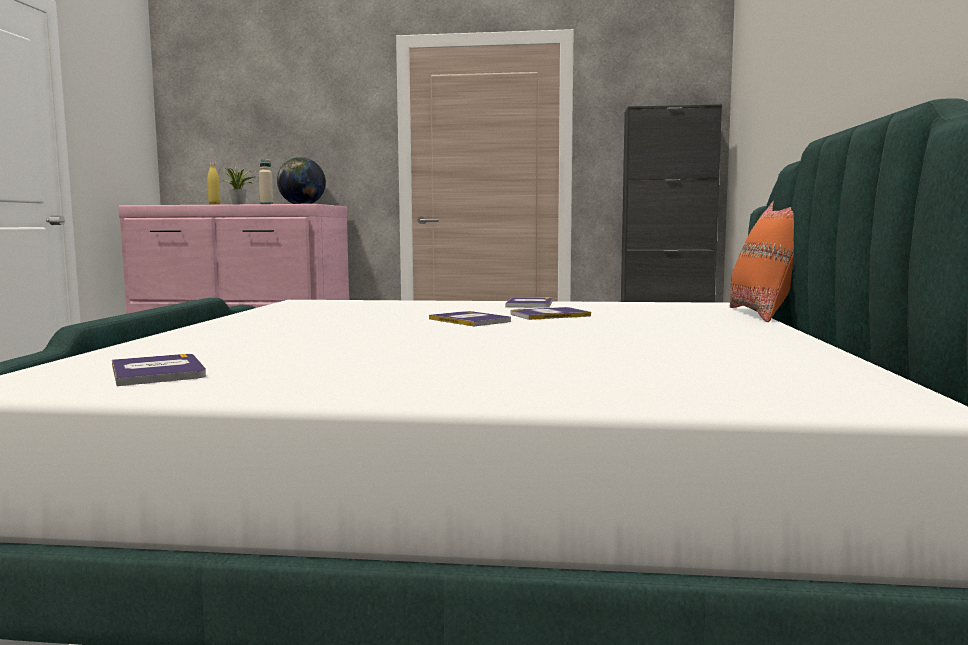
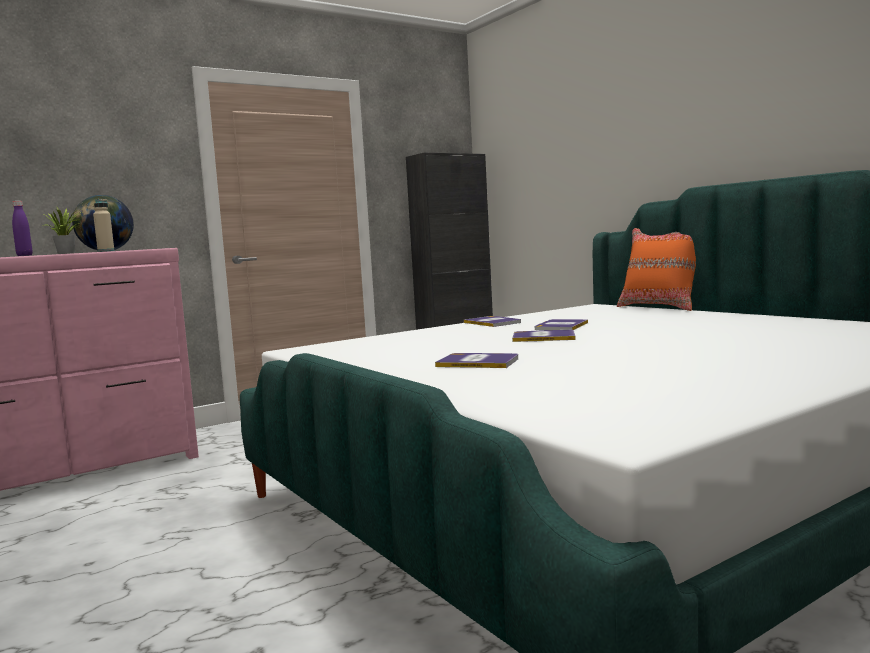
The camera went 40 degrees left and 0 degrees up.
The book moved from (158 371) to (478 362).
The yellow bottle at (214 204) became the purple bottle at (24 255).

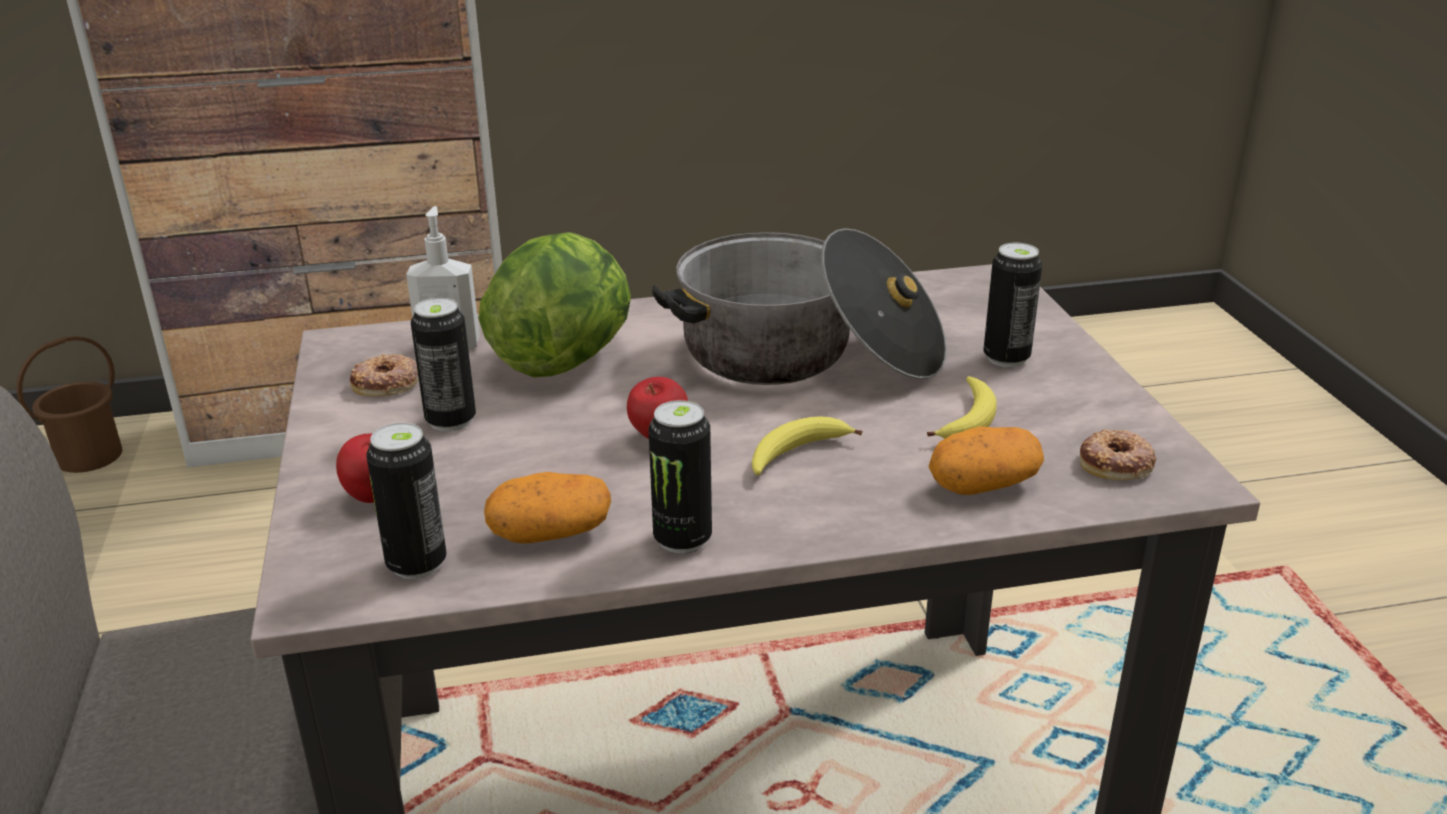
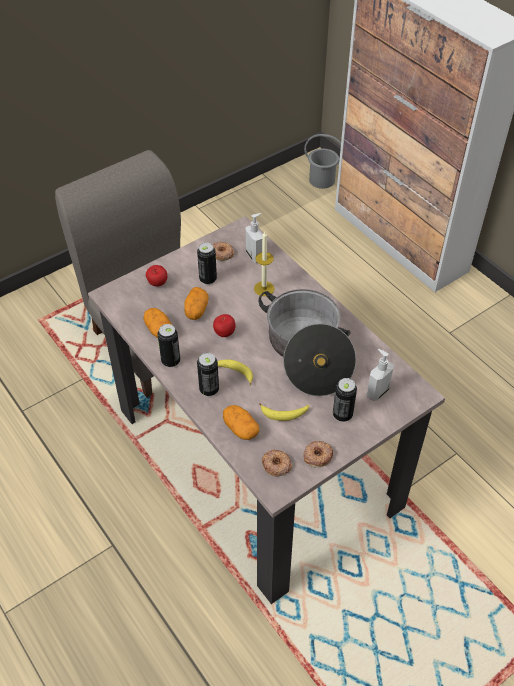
The camera went 65 degrees right and 20 degrees up.
The potato at (196 310) appeared.
The donut at (317 455) appeared.
The soap dispenser at (377 392) appeared.
The can moved from (417 564) to (209 389).
The lettuce at (565 359) was replaced by the candle at (264 288).
The brown bucket at (88 456) became the grey bucket at (321 180).

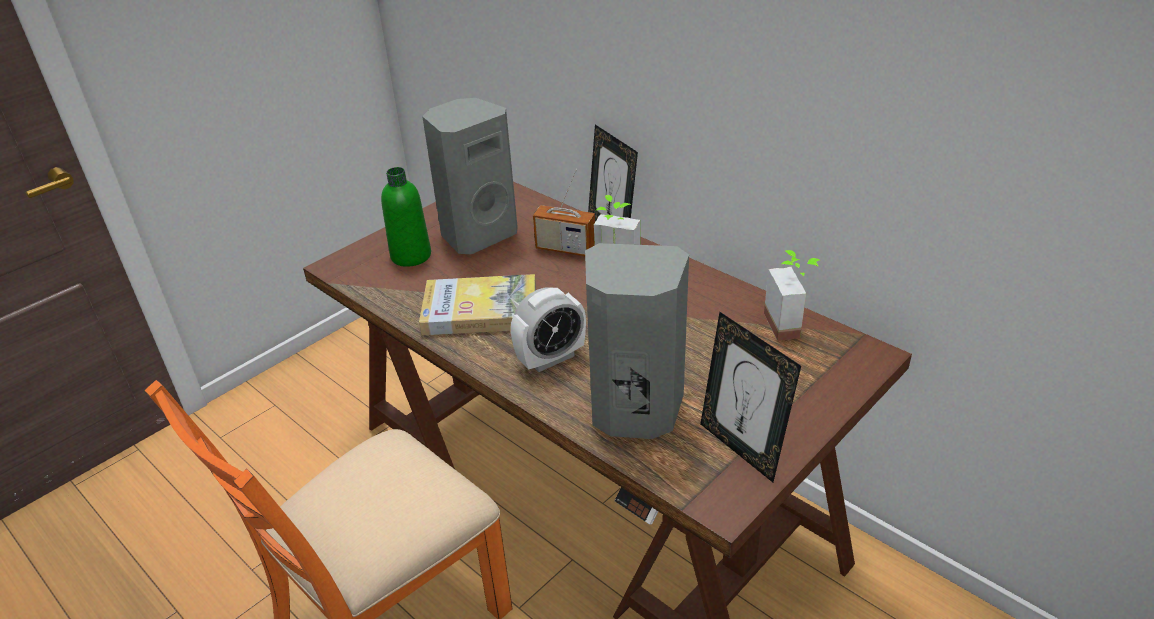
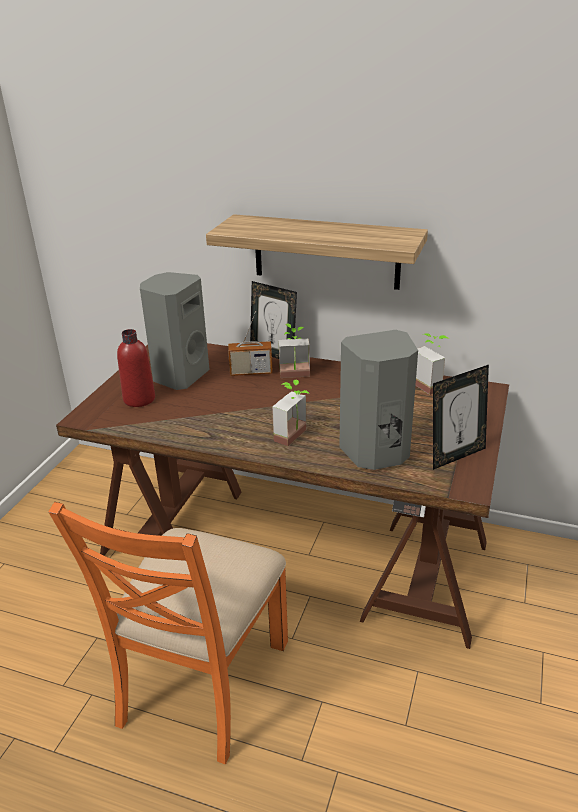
The camera went 25 degrees left and 5 degrees down.
The book at (480 310) disappeared.
The shelf at (326 252) appeared.
The alarm clock at (551 358) was replaced by the potted plant at (296 437).
The green bottle at (411 256) became the red bottle at (139 399).
The picture frame at (741 448) turned 60 degrees counterclockwise.

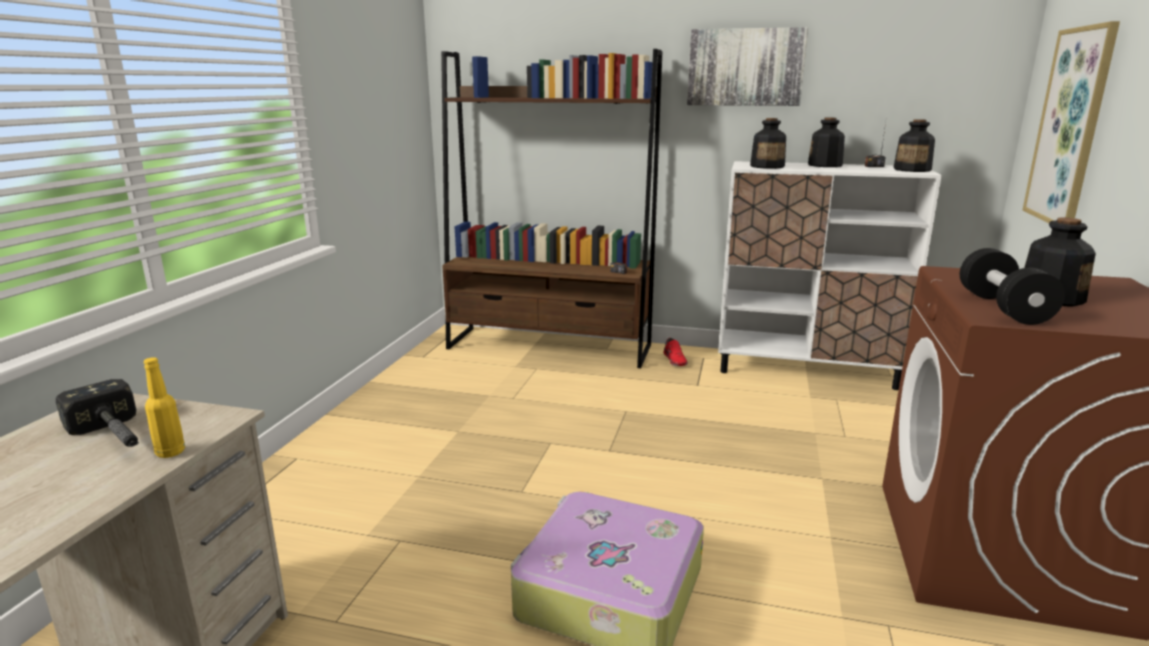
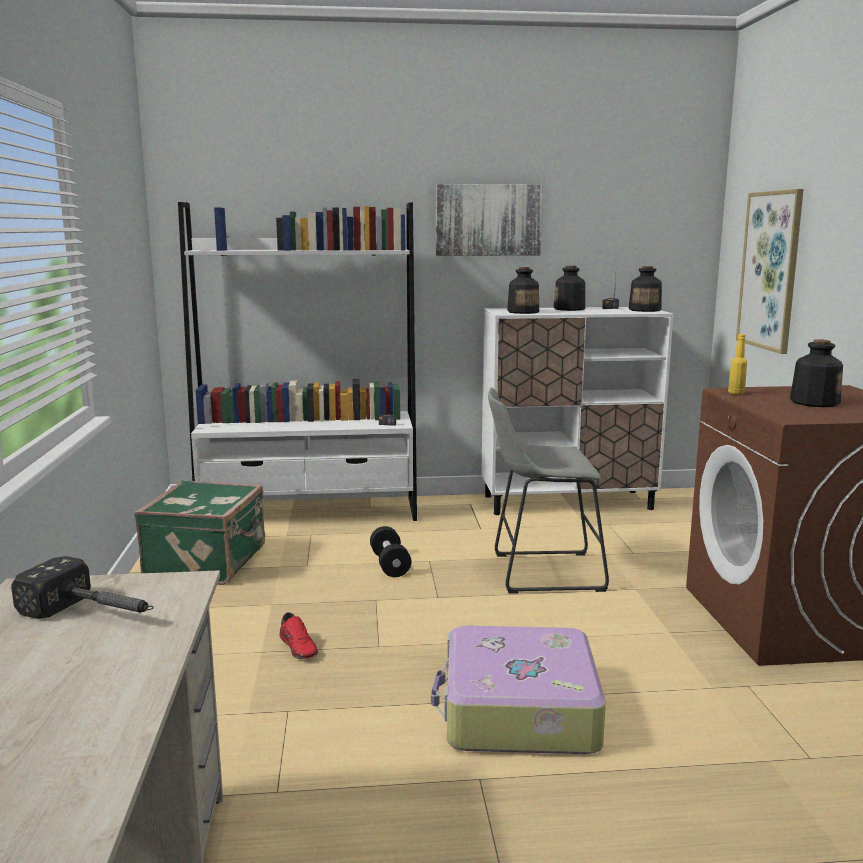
The camera went 20 degrees left and 5 degrees down.
The green suitcase at (208 563) appeared.
The grey stool at (540 572) appeared.
The yellow bottle moved from (170 452) to (736 393).
The red shoe moved from (675 360) to (299 647).
The black dumbbell moved from (1003 308) to (390 564).
The brown bookcase at (549 347) became the white bookcase at (310 512).

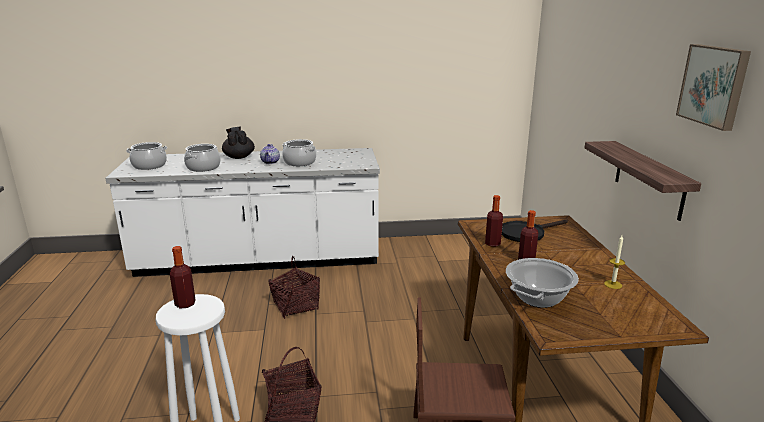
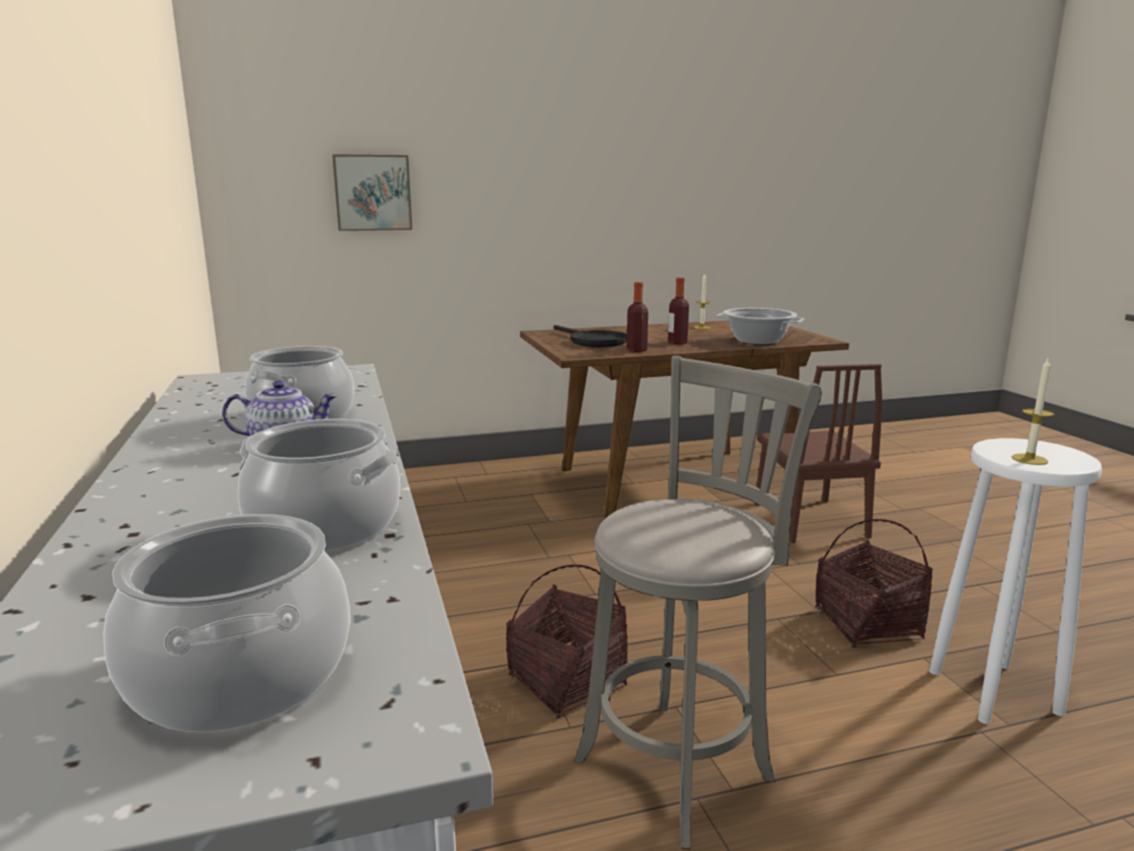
The camera went 100 degrees left and 5 degrees down.
The black teapot at (239 157) disappeared.
The shelf at (649 179) disappeared.
The grey stool at (680 764) appeared.
The picture moved from (714 85) to (372 193).
The bottle at (185 304) was replaced by the candle at (1029 459).

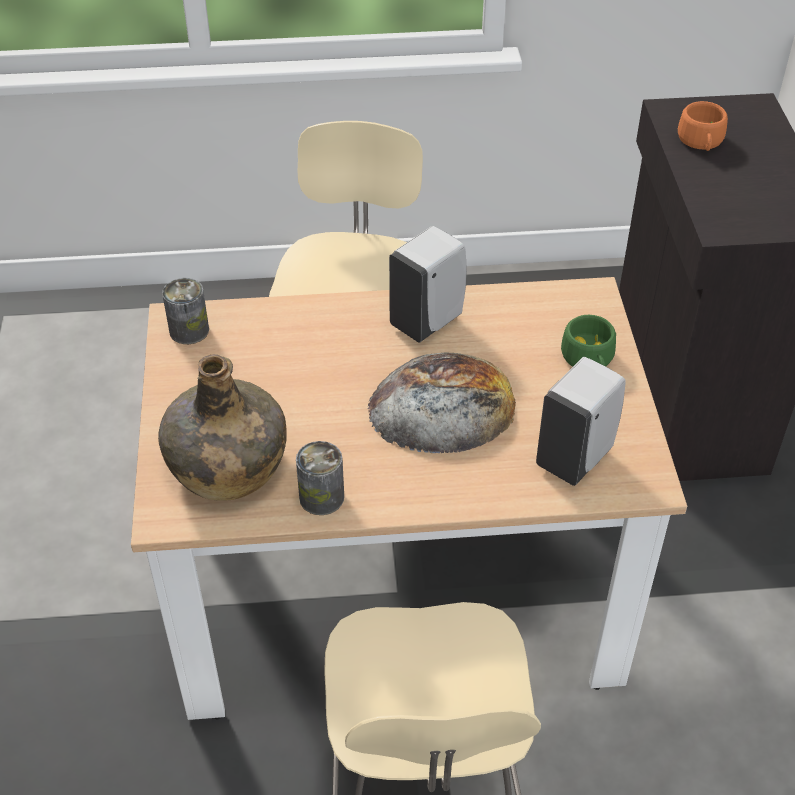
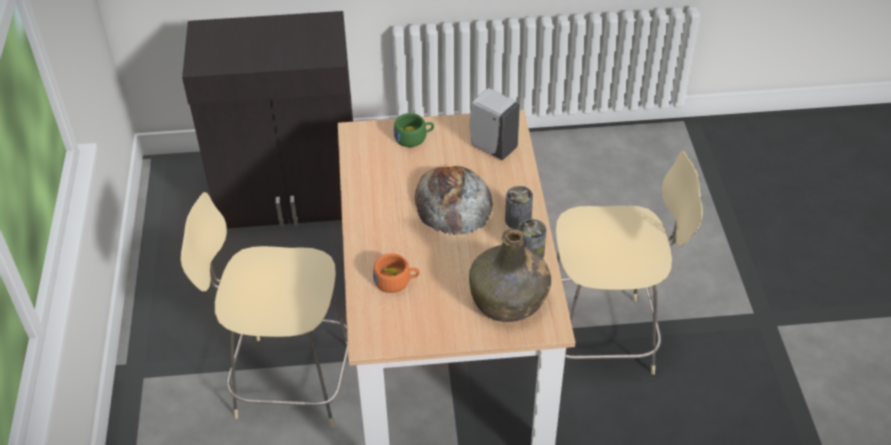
The camera went 90 degrees left and 0 degrees up.
The white soap dispenser at (428 320) disappeared.
The can moved from (189 330) to (518 220).
The orange cup moved from (701 142) to (396 281).

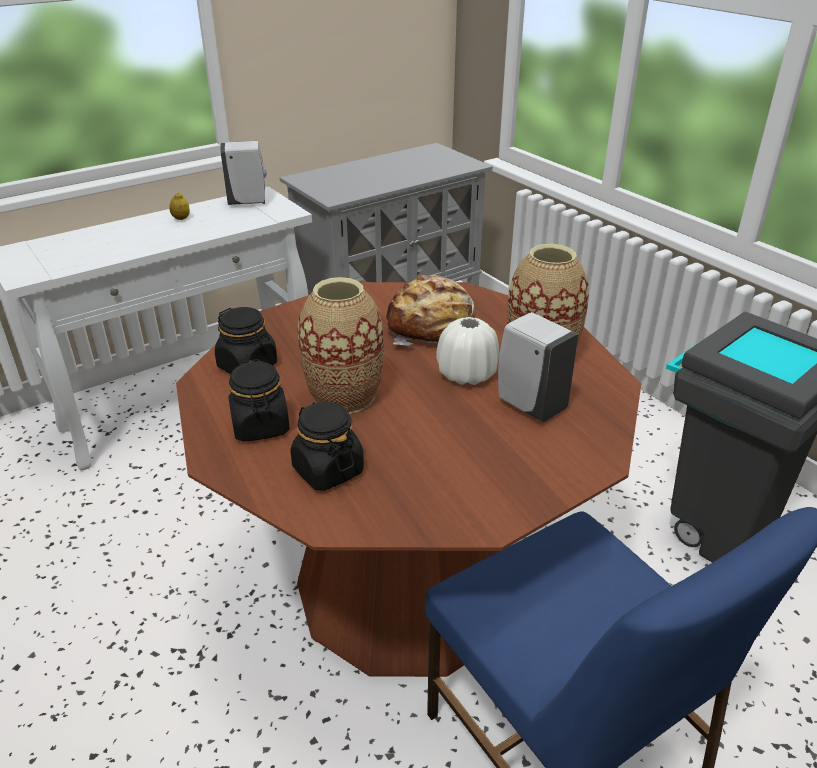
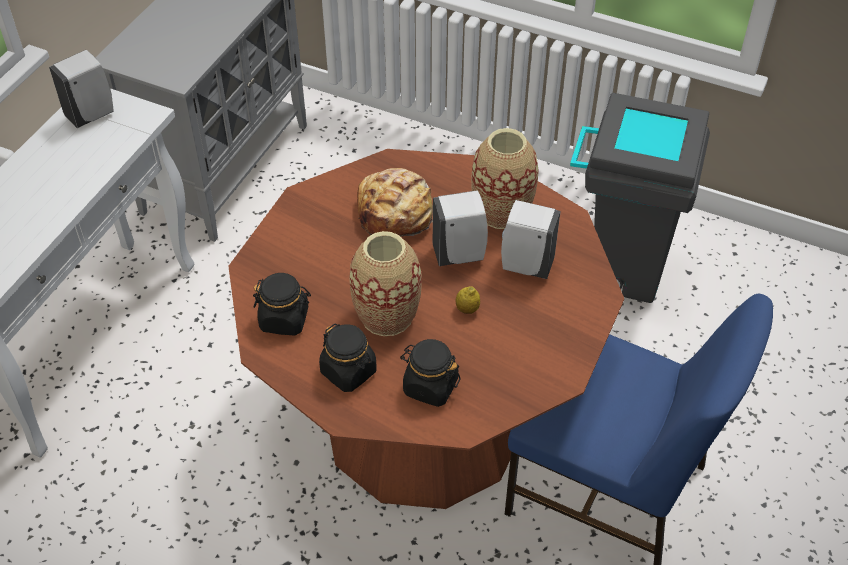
The camera went 30 degrees left and 15 degrees up.
The lemon moved from (181 219) to (467 309).
The white vase at (466 374) was replaced by the white soap dispenser at (460 254).

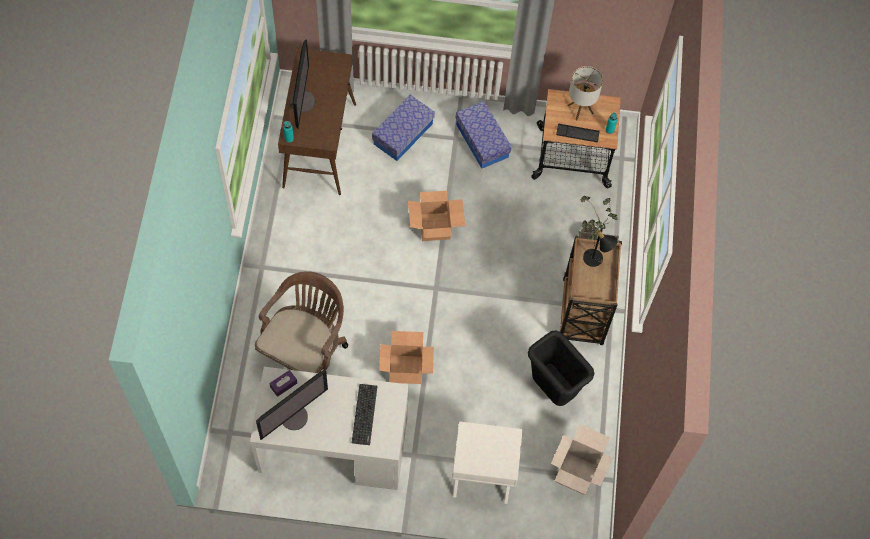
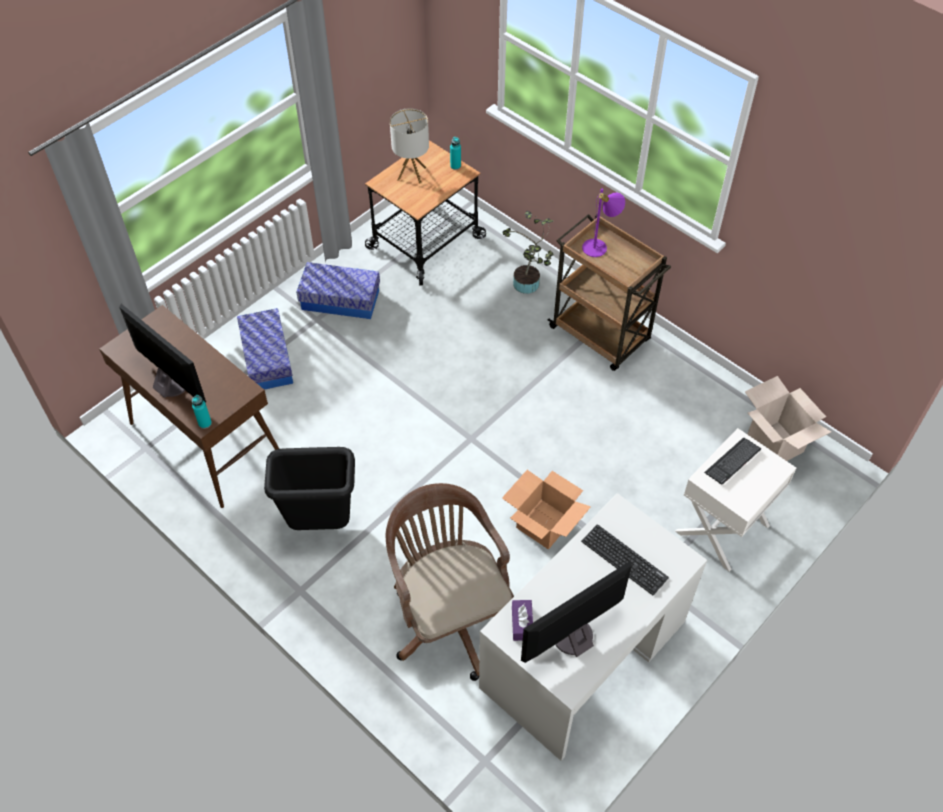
The camera went 50 degrees left and 10 degrees down.
The cardboard box at (434 226) disappeared.
The black trash can moved from (553 389) to (321 523).
The keyboard moved from (577 133) to (732 461).
The black table lamp at (596 260) became the purple table lamp at (599 247).
The monitor at (294 416) turned 120 degrees counterclockwise.

